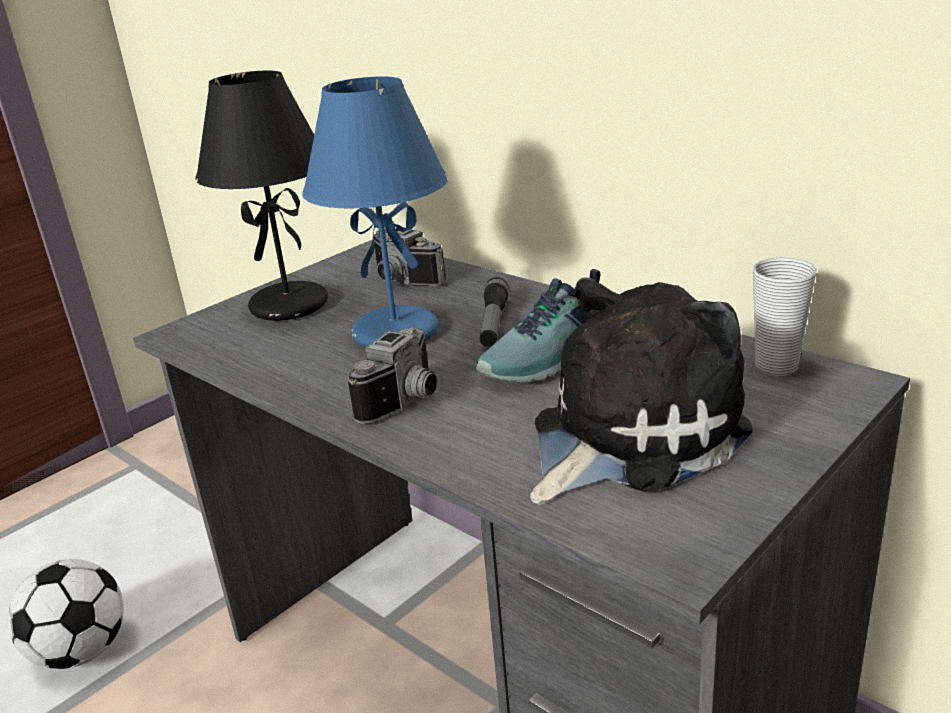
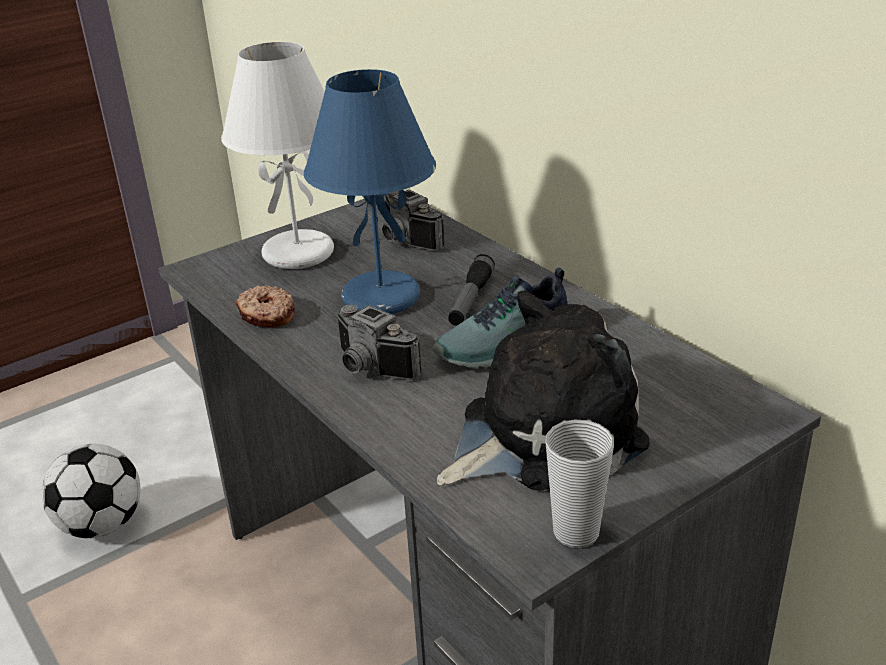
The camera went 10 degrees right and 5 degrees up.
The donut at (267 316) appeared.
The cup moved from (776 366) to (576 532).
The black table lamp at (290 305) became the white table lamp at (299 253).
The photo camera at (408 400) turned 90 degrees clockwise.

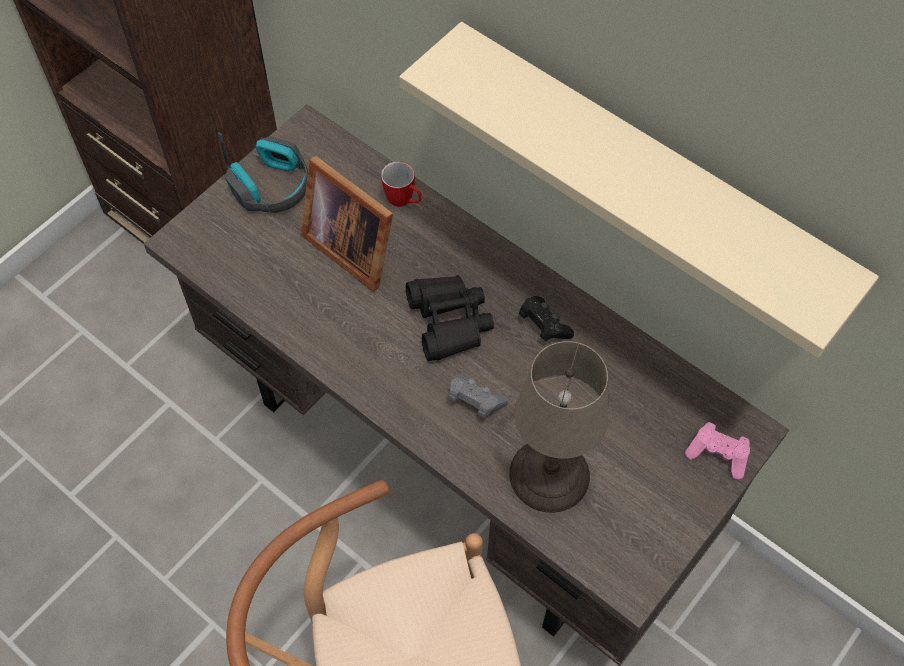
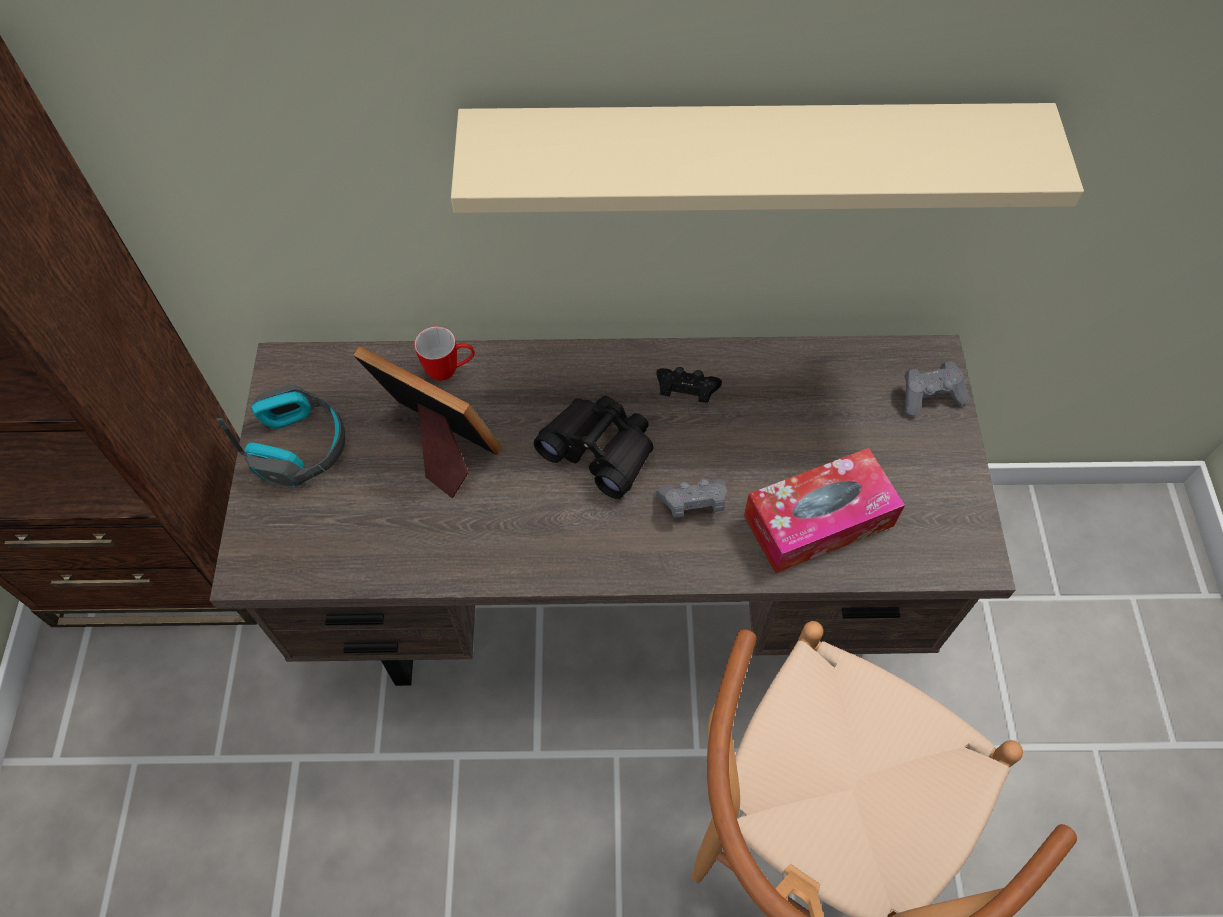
The camera went 40 degrees left and 0 degrees up.
The beige table lamp at (547 475) was replaced by the tissue box at (818 520).
The pink game controller at (718 455) became the grey game controller at (929 396).
The picture frame at (351 245) turned 150 degrees counterclockwise.

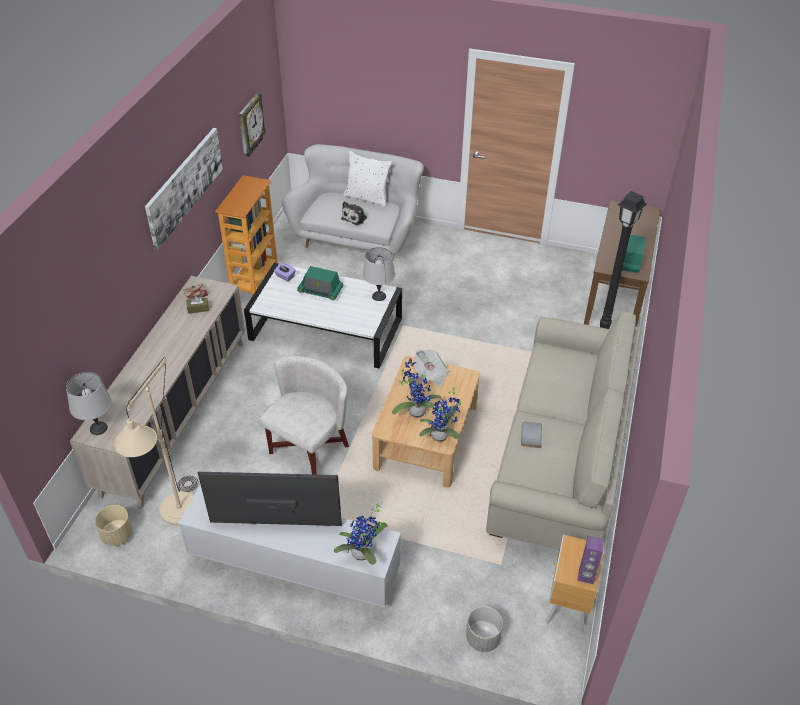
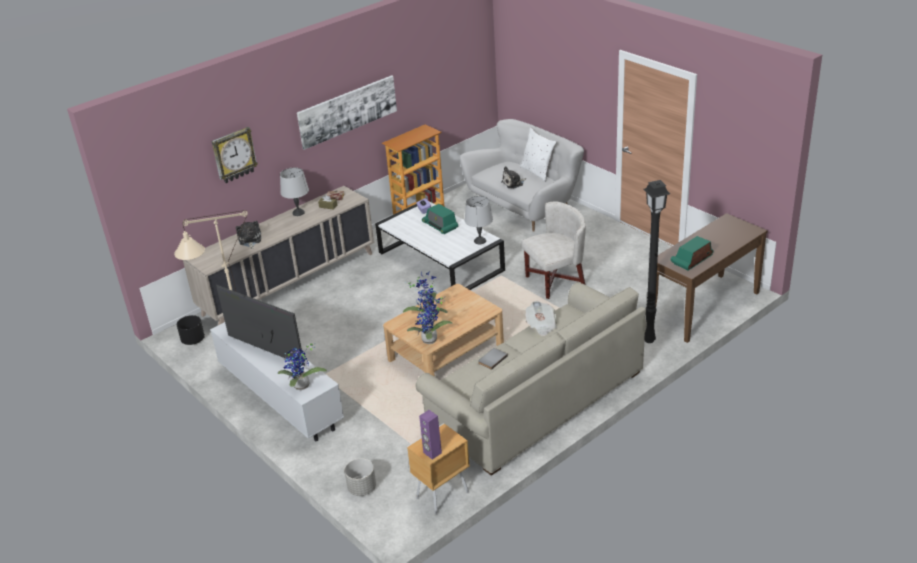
The camera went 35 degrees right and 10 degrees down.
The plush toy at (249 240) appeared.
The grey table lamp moved from (99 428) to (298 213).
The wall clock moved from (250 125) to (234 155).
The white armchair moved from (309 448) to (556 281).
The newspaper moved from (431 374) to (541 325).
The beige planter at (117 535) became the black planter at (193 340).

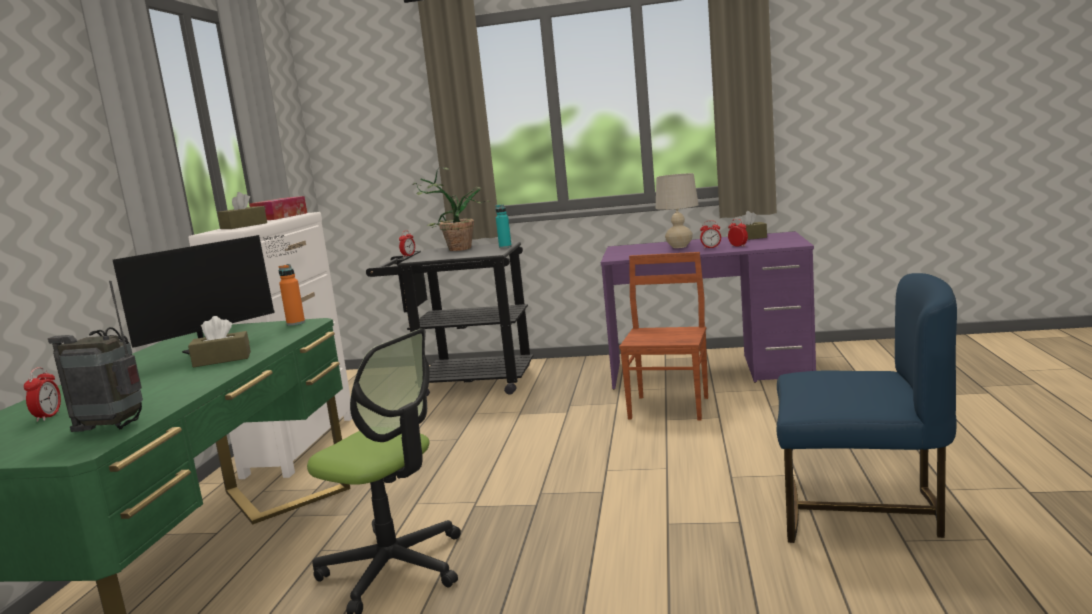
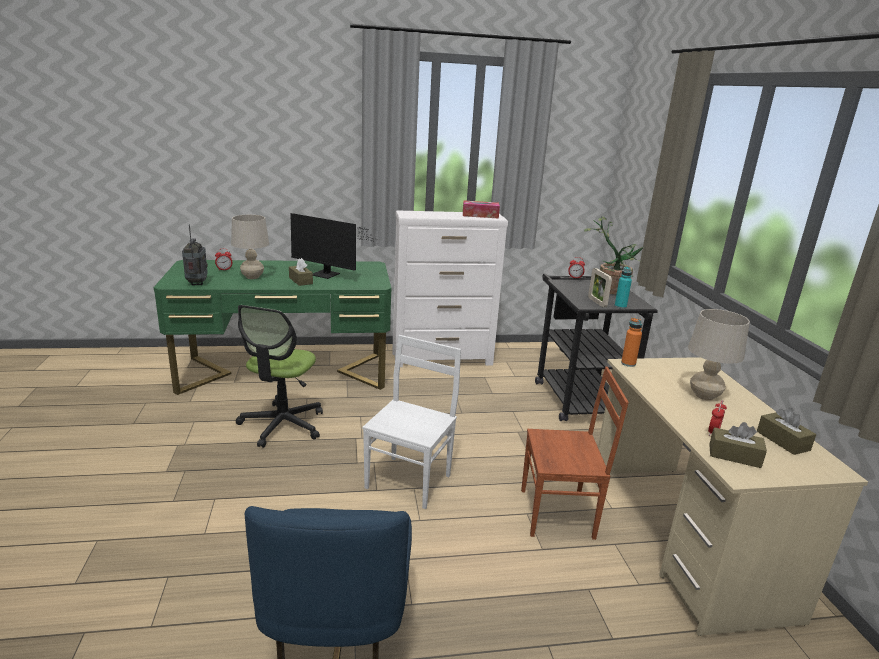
The camera went 70 degrees right and 10 degrees up.
The alarm clock at (711 247) disappeared.
The beige table lamp at (252 277) appeared.
The white chair at (410 481) appeared.
The picture frame at (597 302) appeared.
The brown tissue box moved from (244 226) to (734 456).
The orange bottle moved from (296 323) to (628 363).
The purple desk at (709 371) became the beige desk at (683 538).

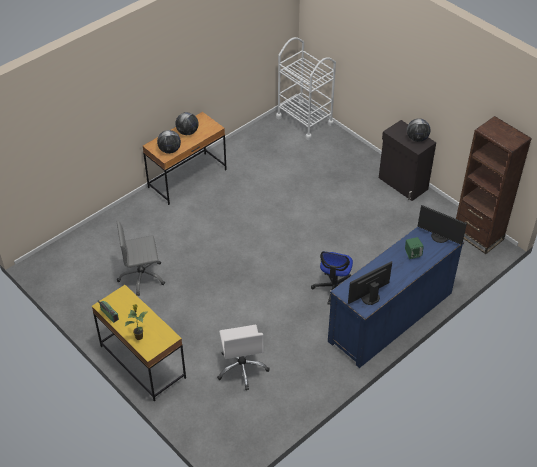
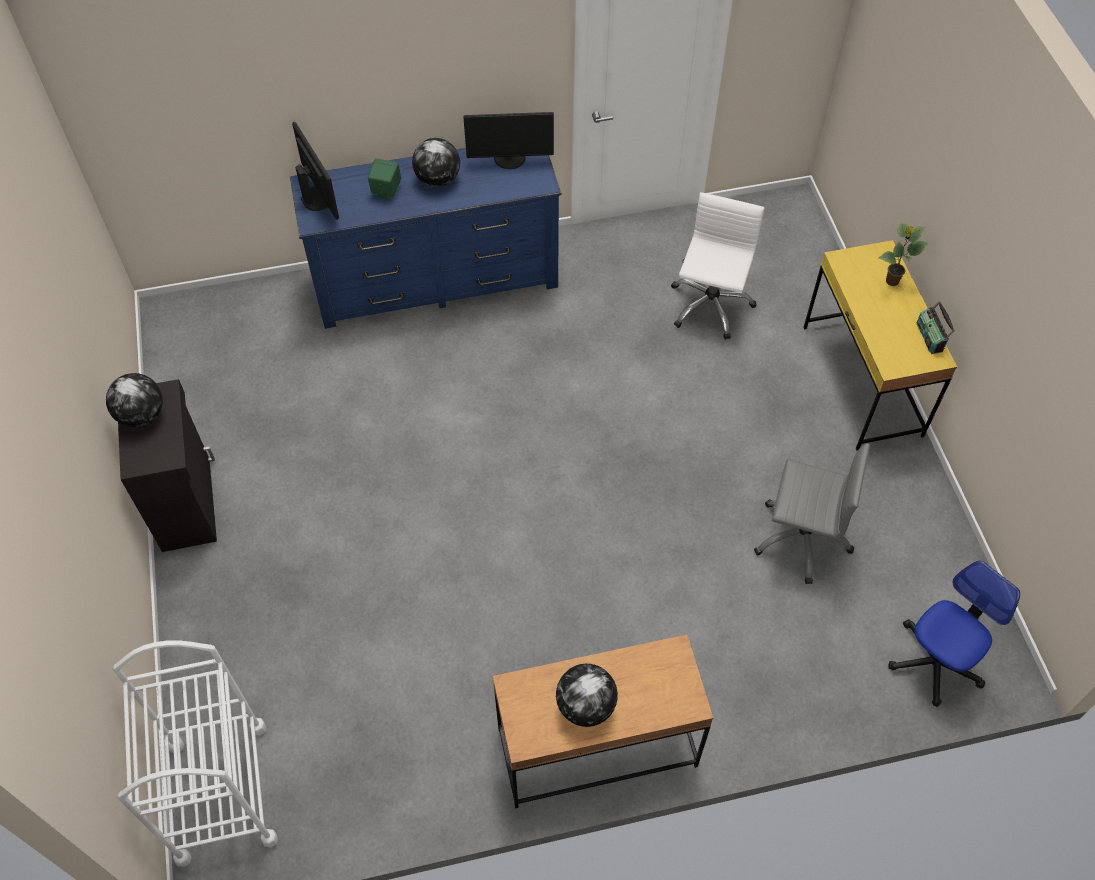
The camera went 150 degrees left and 10 degrees up.
The brown bookcase at (478 235) disappeared.
The globe moved from (169 150) to (438 179).
The office chair moved from (334 288) to (935 662).

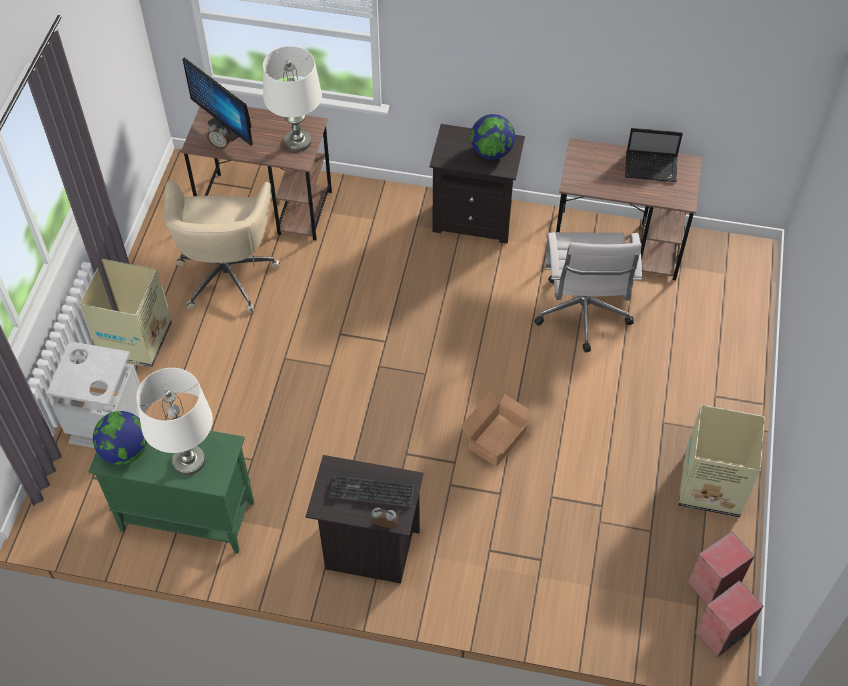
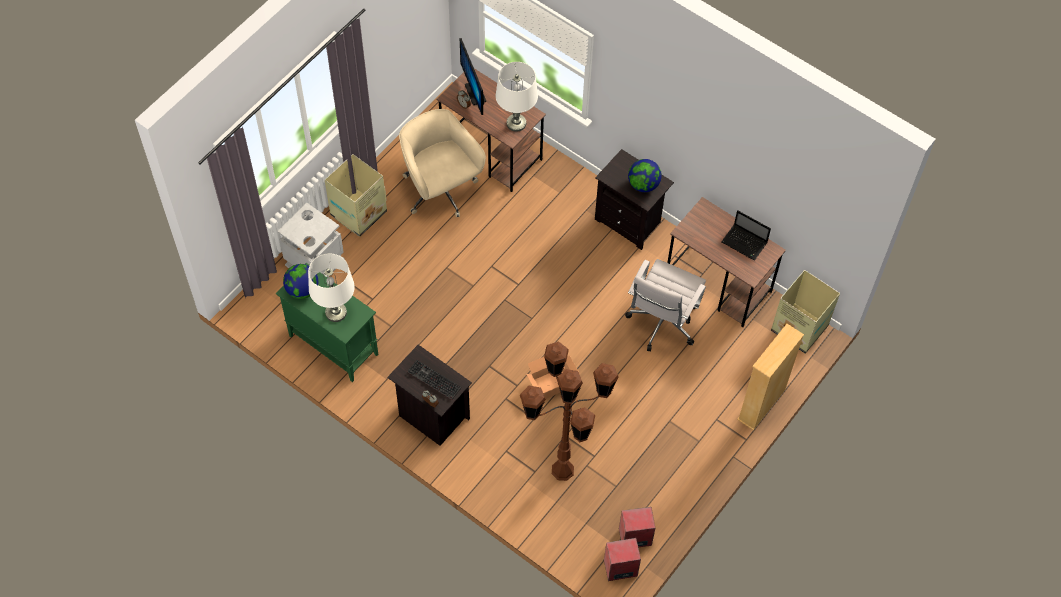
The camera went 25 degrees right and 5 degrees up.
The brown floor lamp at (562 470) appeared.
The beige bookcase at (761 404) appeared.
The cardboard box moved from (709 485) to (798 327).
The beige office chair at (227 273) turned 120 degrees clockwise.

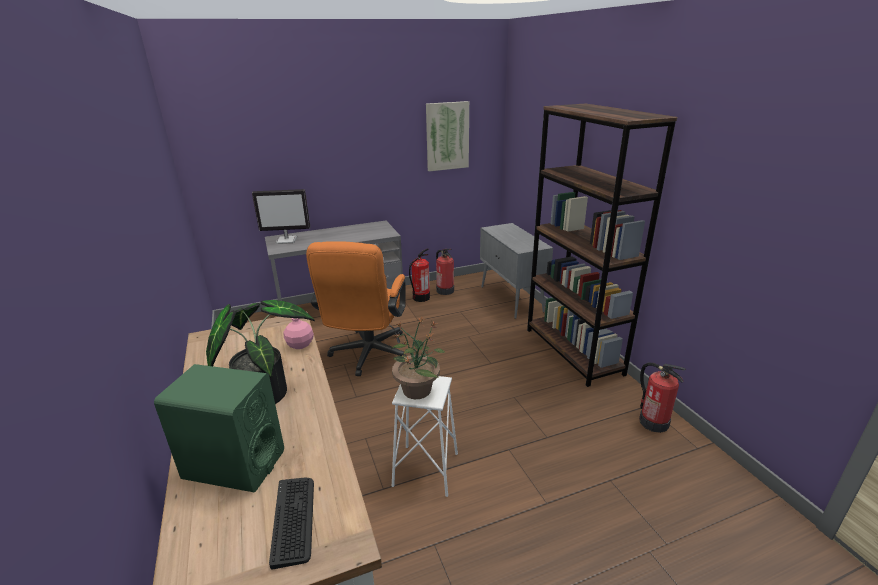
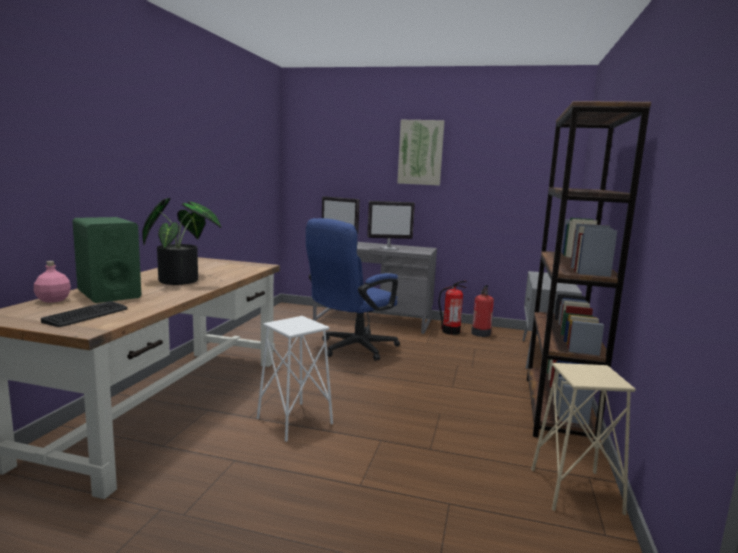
The camera went 35 degrees right and 15 degrees down.
The potted plant at (417 389) disappeared.
The monitor at (388 249) appeared.
The pink bottle moved from (300 344) to (53 300).
The picture moved from (447 136) to (420 152).
The fire extinguisher at (653 422) was replaced by the beige stool at (575 491).
The orange office chair at (367 356) became the blue office chair at (351 349).

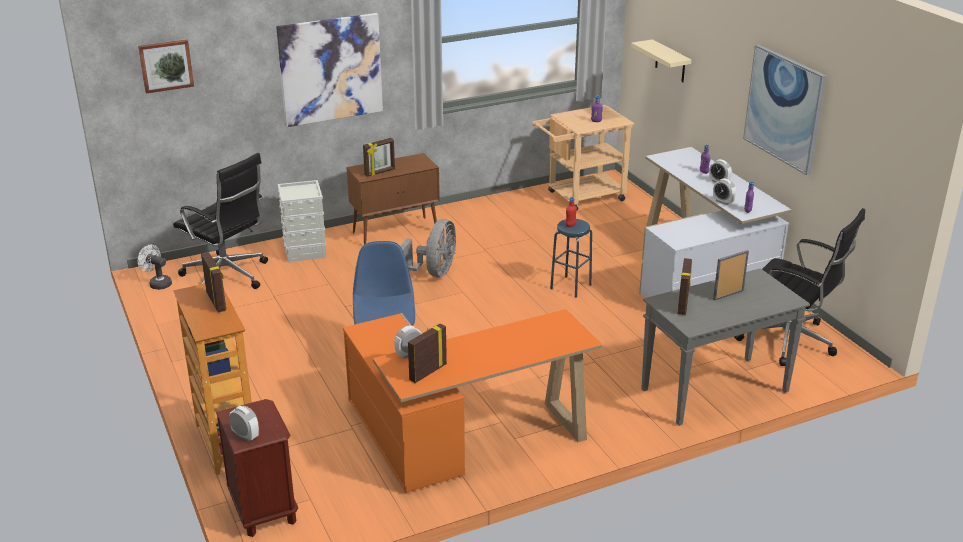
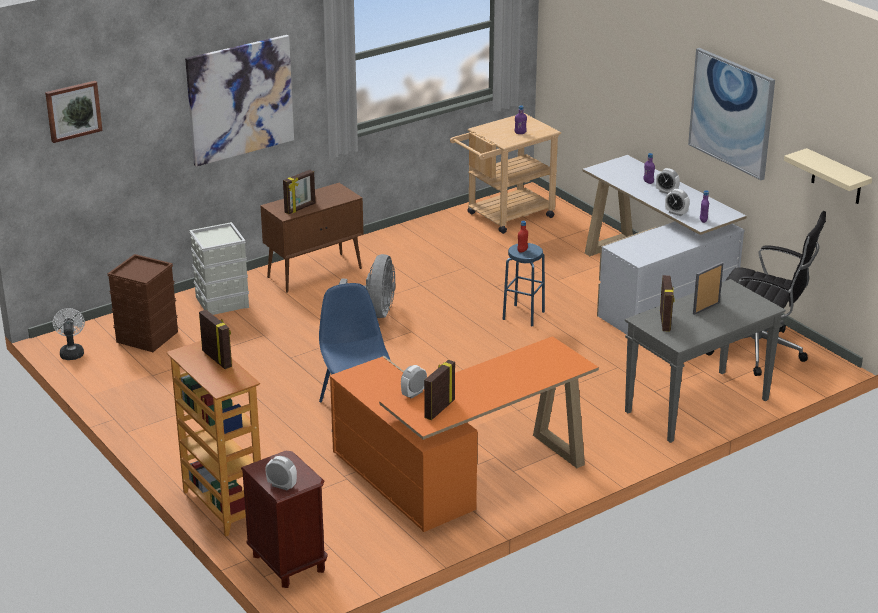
The camera went 10 degrees left and 0 degrees up.
The beige shelf moved from (670 61) to (837 177).
The black office chair at (227 276) was replaced by the brown storage box at (147 337).
The white fan at (157 283) turned 60 degrees clockwise.

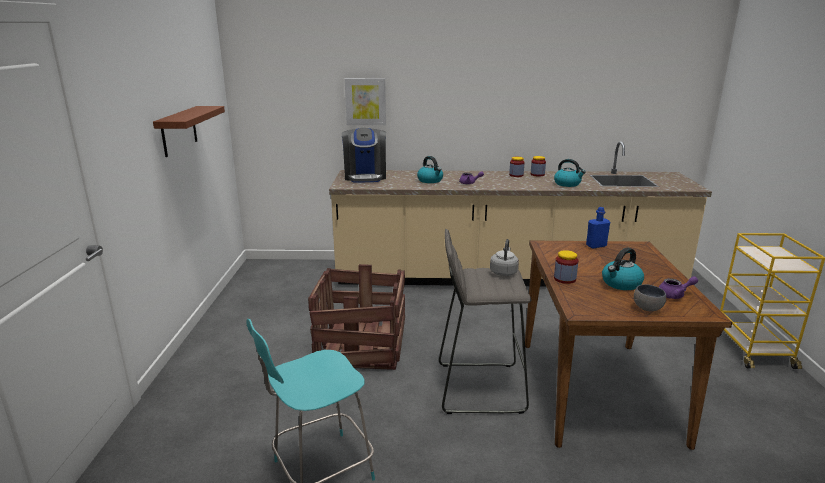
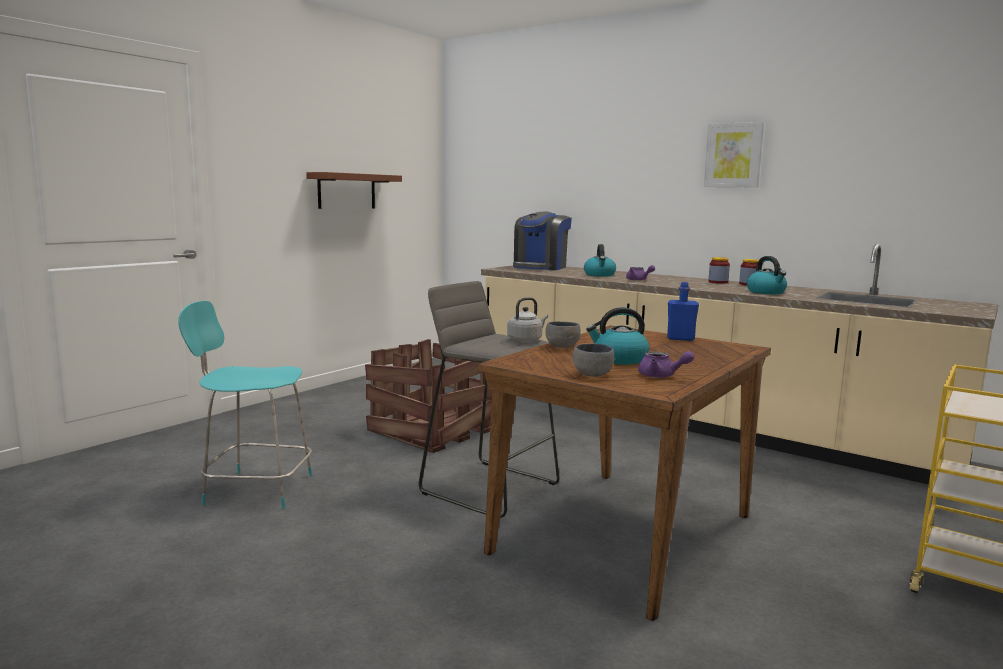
The camera went 35 degrees right and 10 degrees down.
The picture moved from (365 101) to (733 155).
The jar at (564 279) was replaced by the grey bowl at (562 346).

